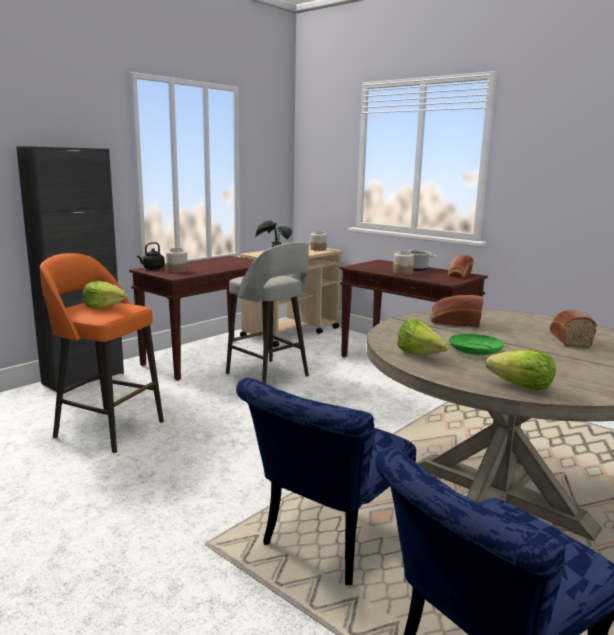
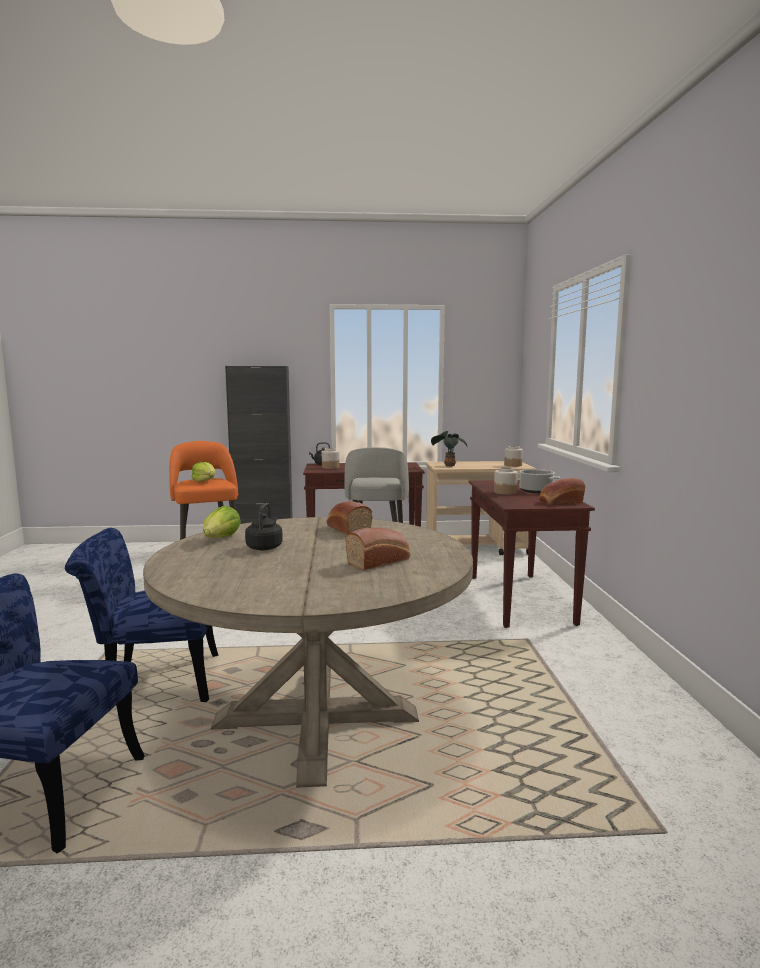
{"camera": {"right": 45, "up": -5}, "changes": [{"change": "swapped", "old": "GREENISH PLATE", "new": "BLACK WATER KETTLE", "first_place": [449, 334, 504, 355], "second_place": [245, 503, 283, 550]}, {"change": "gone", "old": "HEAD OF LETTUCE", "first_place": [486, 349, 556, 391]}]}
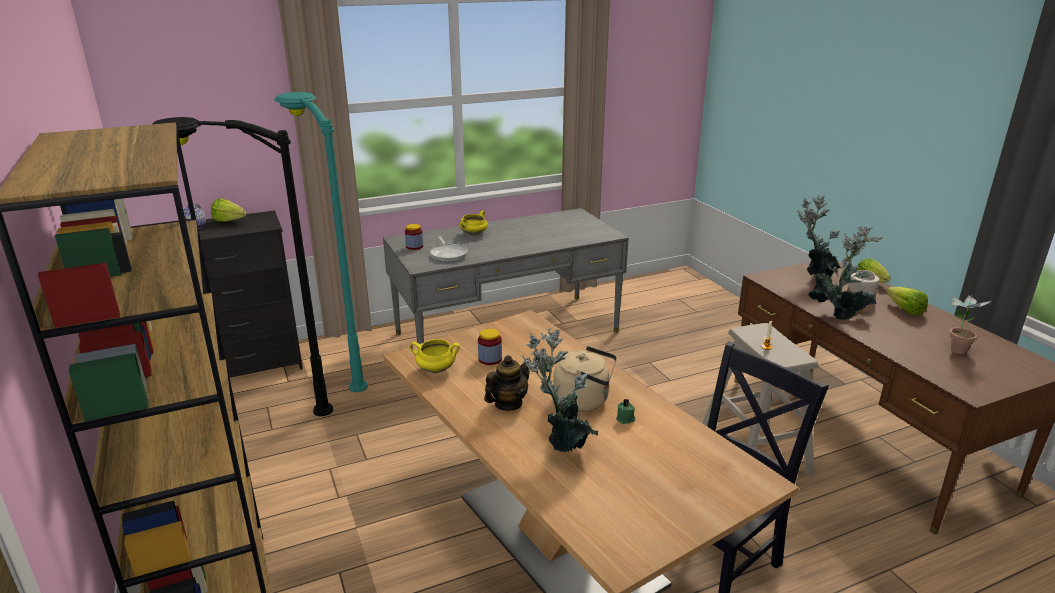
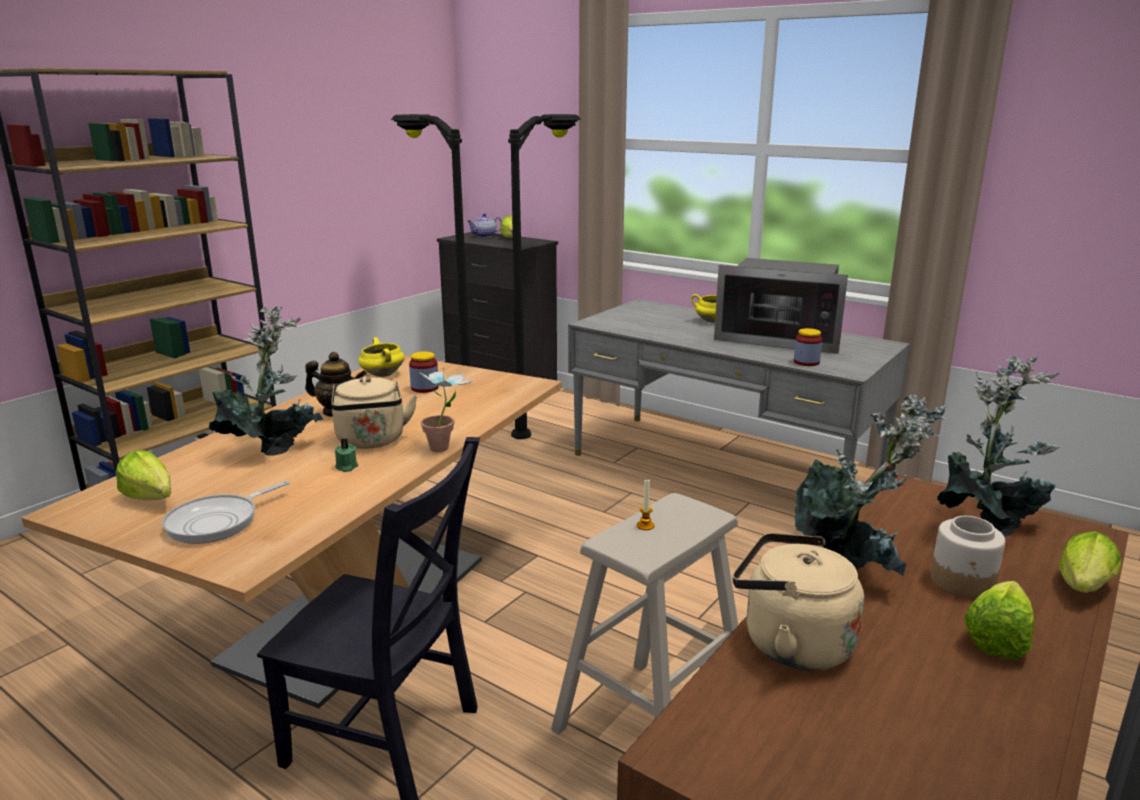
{"camera": {"right": 60, "up": -5}, "changes": [{"change": "repainted", "old": "TURQUOISE FLOOR LAMP", "new": "BLACK FLOOR LAMP", "first_place": [274, 92, 368, 392], "second_place": [508, 114, 581, 439]}, {"change": "shifted", "old": "PRESERVE JAR", "first_place": [405, 224, 423, 250], "second_place": [794, 328, 822, 366]}, {"change": "shifted", "old": "SKILLET", "first_place": [430, 236, 468, 262], "second_place": [162, 481, 290, 544]}, {"change": "shifted", "old": "HOUSEPLANT", "first_place": [950, 295, 991, 354], "second_place": [419, 367, 473, 452]}, {"change": "new", "new": "HEAD OF LETTUCE", "second_place": [115, 450, 171, 500]}, {"change": "new", "new": "MICROWAVE", "second_place": [714, 258, 848, 354]}, {"change": "new", "new": "BEIGE WATER KETTLE", "second_place": [732, 533, 864, 671]}]}
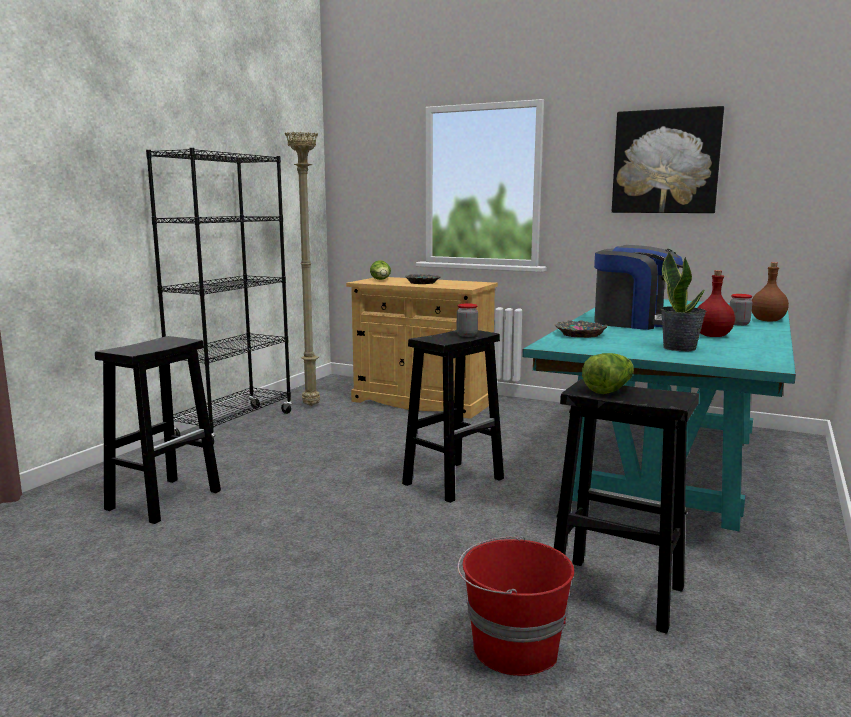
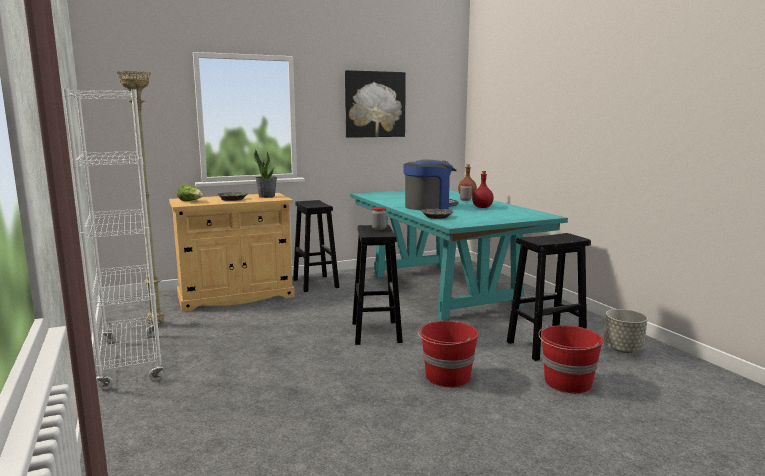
{"camera": {"right": -50, "up": 0}, "changes": [{"change": "shifted", "old": "BLACK SITTING STOOL", "first_place": [95, 336, 221, 524], "second_place": [293, 200, 339, 292]}, {"change": "repainted", "old": "BLACK BOOKSHELF", "new": "WHITISH BOOKSHELF", "first_place": [146, 148, 292, 445], "second_place": [63, 88, 164, 389]}, {"change": "gone", "old": "HEAD OF LETTUCE", "first_place": [582, 353, 634, 394]}, {"change": "shifted", "old": "HOUSEPLANT", "first_place": [660, 252, 707, 351], "second_place": [254, 149, 277, 198]}, {"change": "new", "new": "RED WATER BUCKET", "second_place": [418, 321, 479, 387]}, {"change": "new", "new": "GRAY FLOWER POT", "second_place": [603, 309, 647, 353]}]}
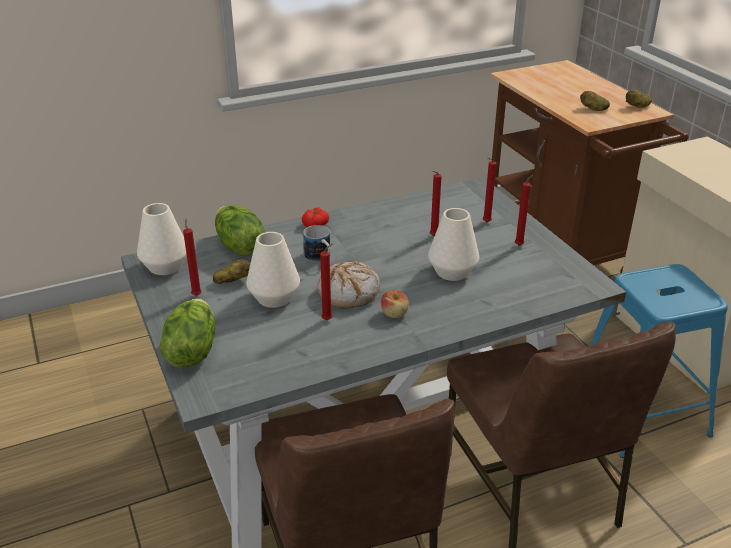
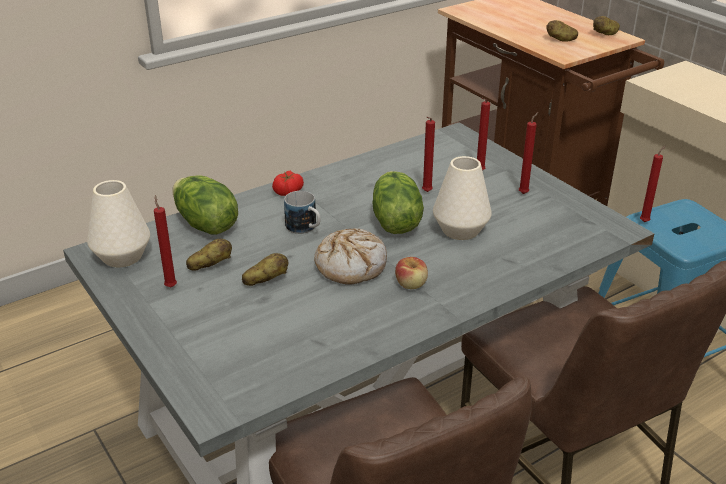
{"camera": {"right": -10, "up": 0}, "changes": [{"change": "shifted", "old": "HEAD OF LETTUCE", "first_place": [160, 299, 216, 367], "second_place": [372, 171, 424, 234]}, {"change": "swapped", "old": "WHITISH VASE", "new": "WHOLE POTATO", "first_place": [246, 232, 300, 308], "second_place": [242, 253, 288, 286]}, {"change": "shifted", "old": "RED WAX LIGHT", "first_place": [320, 243, 334, 320], "second_place": [640, 146, 666, 222]}]}
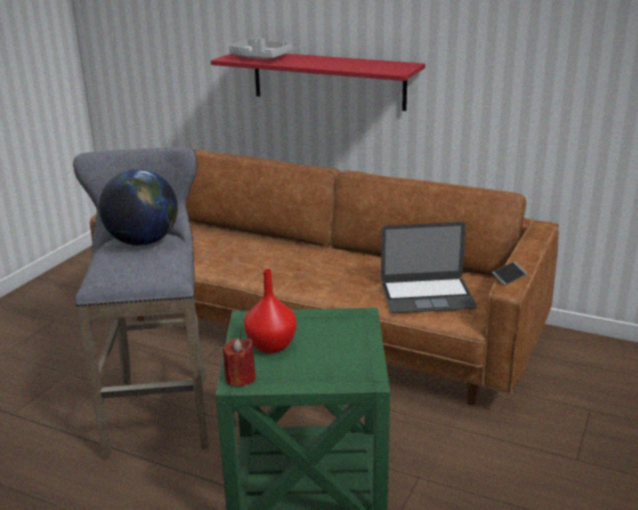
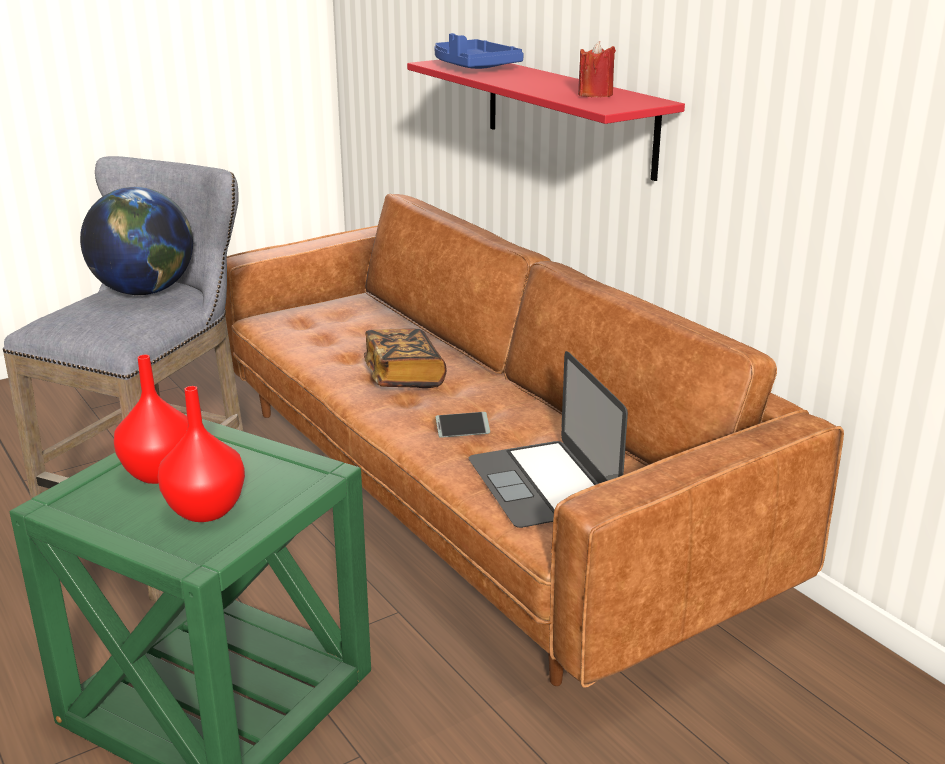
{"camera": {"right": 30, "up": 0}, "changes": [{"change": "shifted", "old": "RED WAX LIGHT", "first_place": [223, 338, 256, 386], "second_place": [578, 41, 616, 97]}, {"change": "repainted", "old": "GRAY CARRYING TRAY", "new": "BLUE CARRYING TRAY", "first_place": [229, 38, 293, 59], "second_place": [434, 33, 524, 69]}, {"change": "rotated", "old": "PORTABLE COMPUTER", "first_place": [381, 222, 477, 313], "second_place": [469, 351, 628, 528], "degrees": 45}, {"change": "shifted", "old": "PHONE", "first_place": [492, 261, 527, 285], "second_place": [436, 412, 490, 438]}, {"change": "new", "new": "RED VASE", "second_place": [158, 386, 245, 522]}, {"change": "new", "new": "BOOK", "second_place": [364, 328, 447, 388]}]}
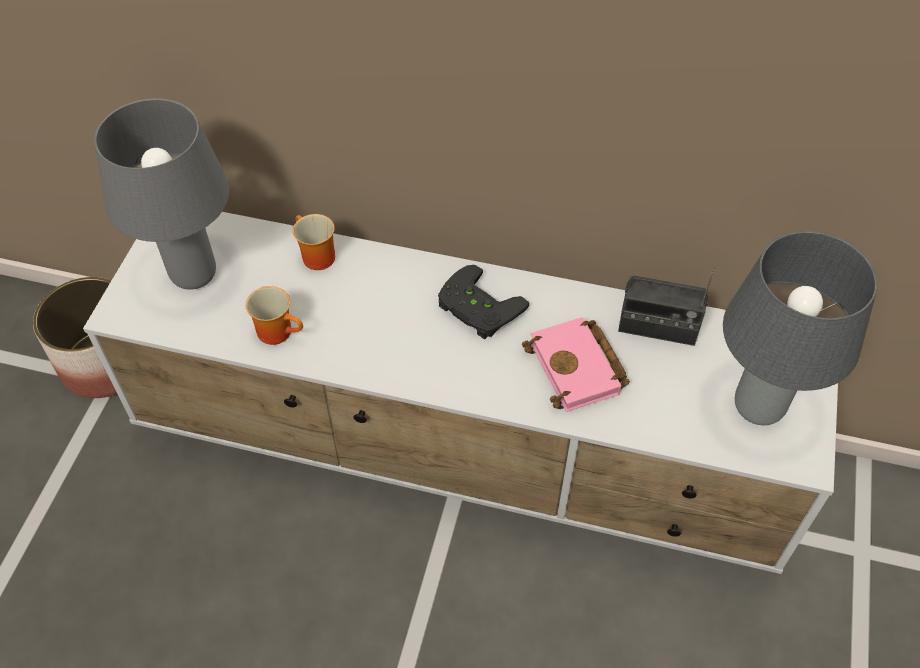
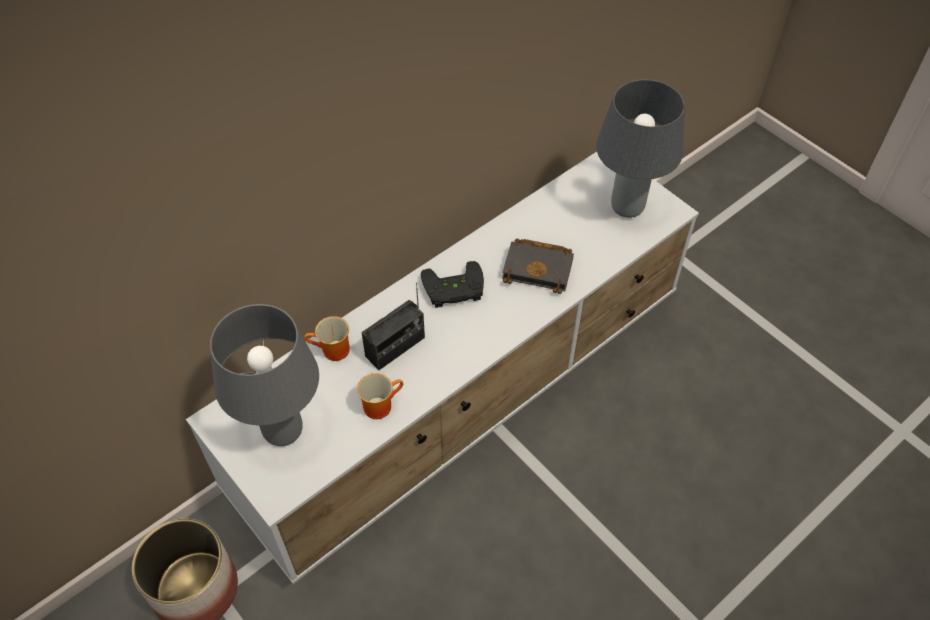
{"camera": {"right": -55, "up": 0}, "changes": [{"change": "repainted", "old": "PINK-COLOURED BOOK", "new": "BLACK BOOK", "first_place": [522, 317, 630, 412], "second_place": [502, 238, 574, 294]}, {"change": "shifted", "old": "RADIO SET", "first_place": [618, 266, 715, 346], "second_place": [362, 283, 425, 370]}]}
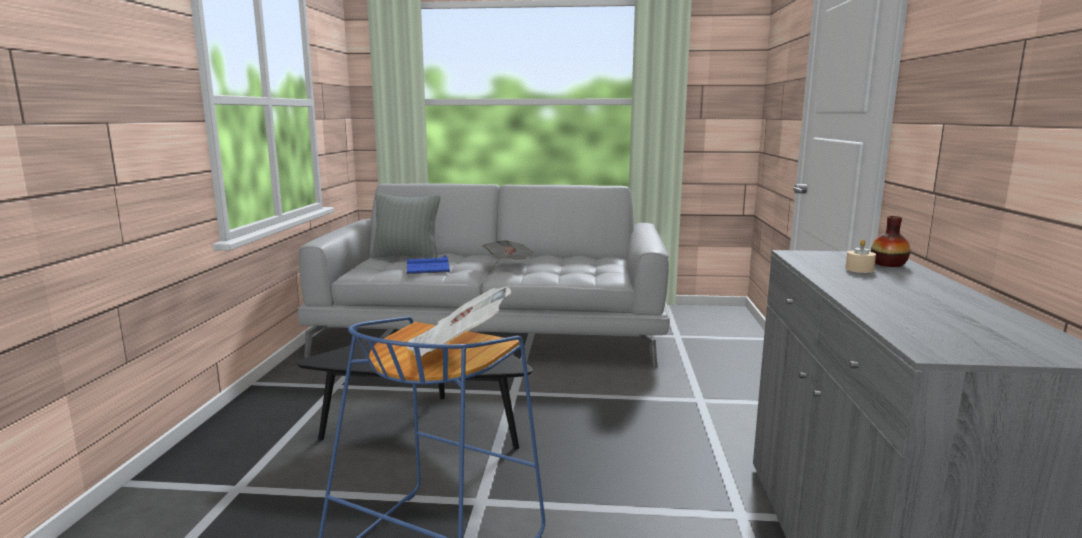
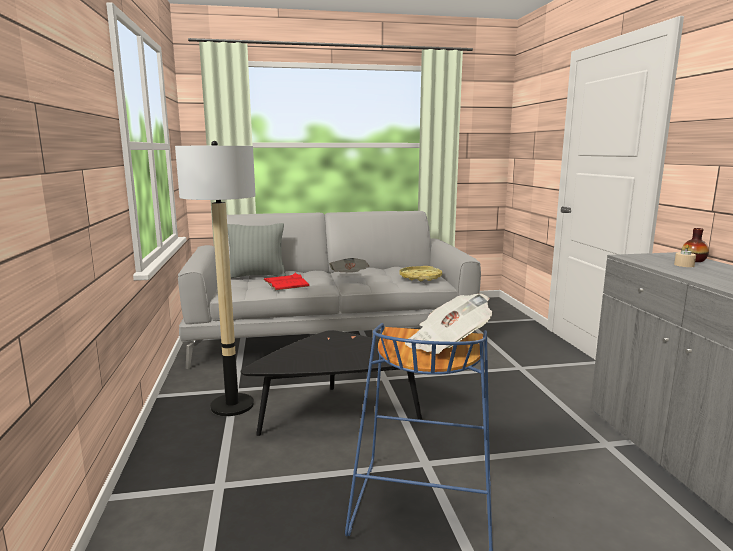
{"camera": {"right": -15, "up": 0}, "changes": [{"change": "repainted", "old": "BLUE BOOK", "new": "RED BOOK", "first_place": [406, 255, 450, 274], "second_place": [263, 273, 310, 290]}, {"change": "new", "new": "FLOOR LAMP", "second_place": [175, 141, 256, 416]}, {"change": "new", "new": "YELLOWISH CARRYING TRAY", "second_place": [400, 266, 442, 281]}]}
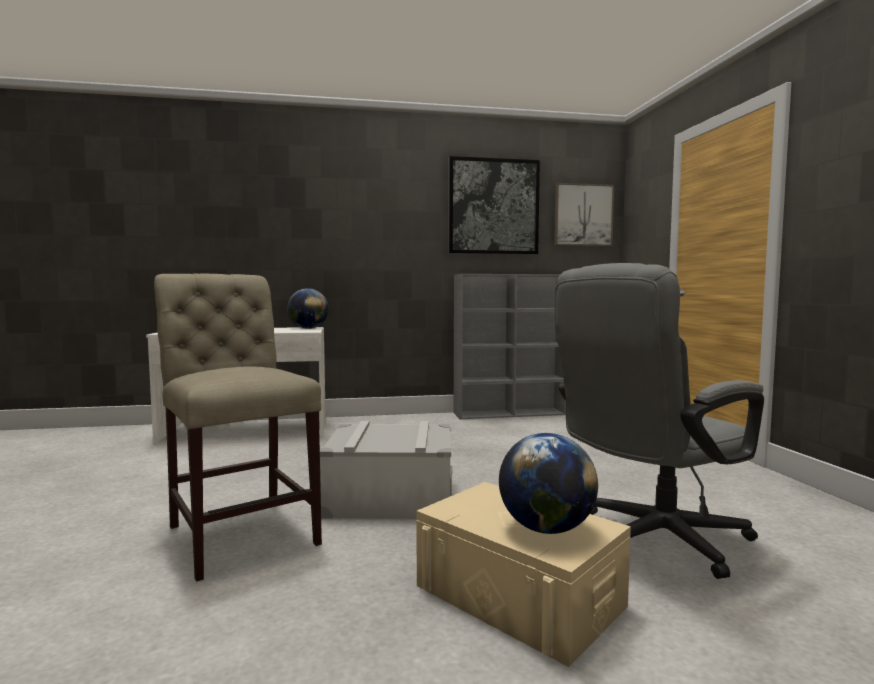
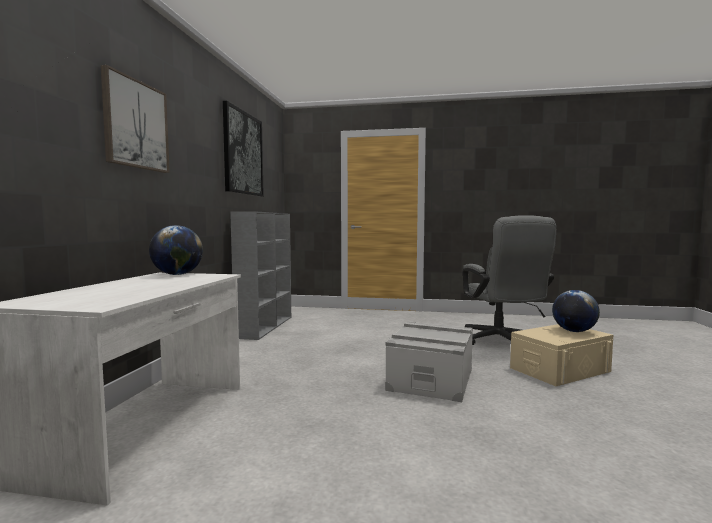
{"camera": {"right": -70, "up": 0}, "changes": [{"change": "gone", "old": "BEIGE UPRIGHT CHAIR", "first_place": [154, 273, 322, 581]}, {"change": "shifted", "old": "WALL ART", "first_place": [554, 183, 614, 246], "second_place": [101, 65, 170, 173]}]}
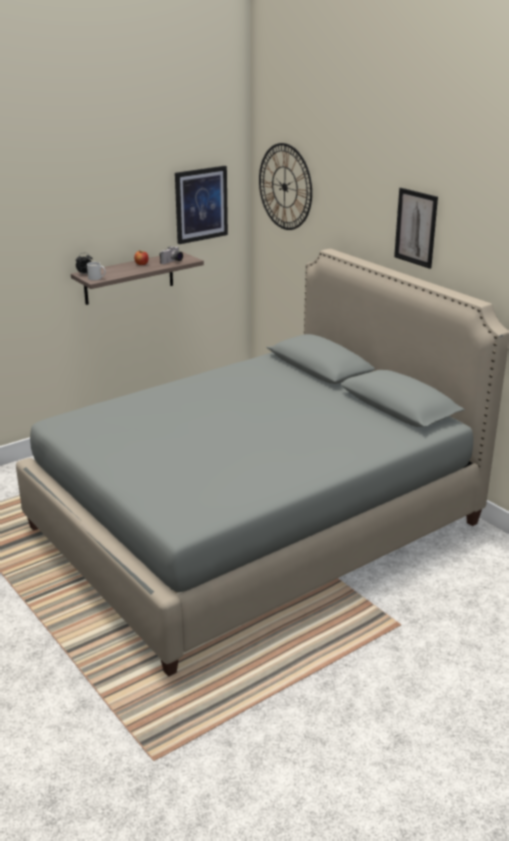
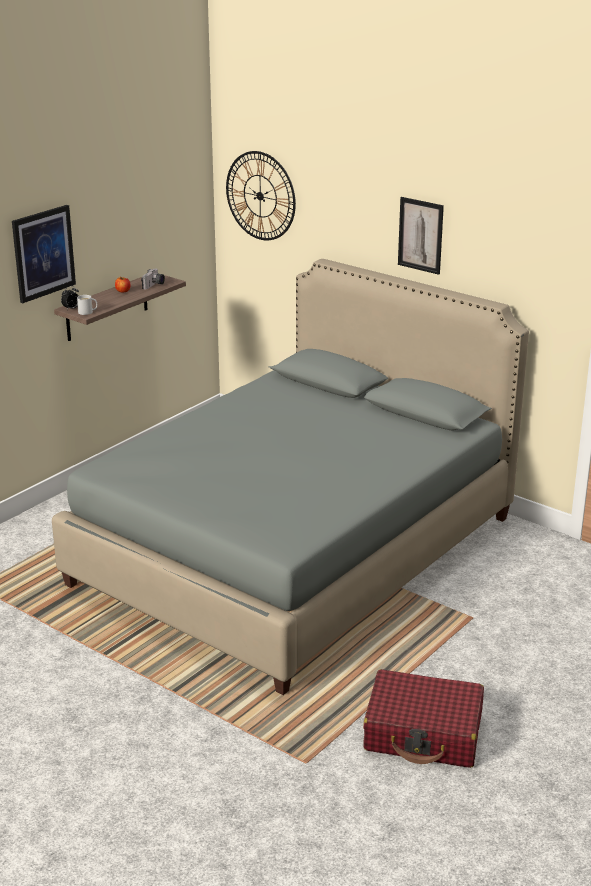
{"camera": {"right": -15, "up": 0}, "changes": [{"change": "shifted", "old": "WALL ART", "first_place": [175, 166, 228, 244], "second_place": [12, 205, 76, 303]}, {"change": "new", "new": "RED PIECE OF LUGGAGE", "second_place": [363, 669, 484, 768]}]}
